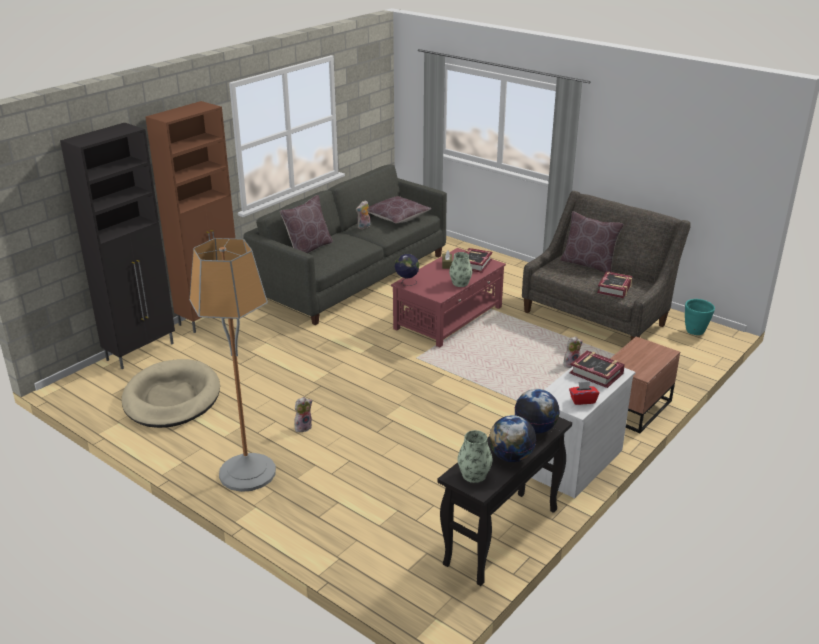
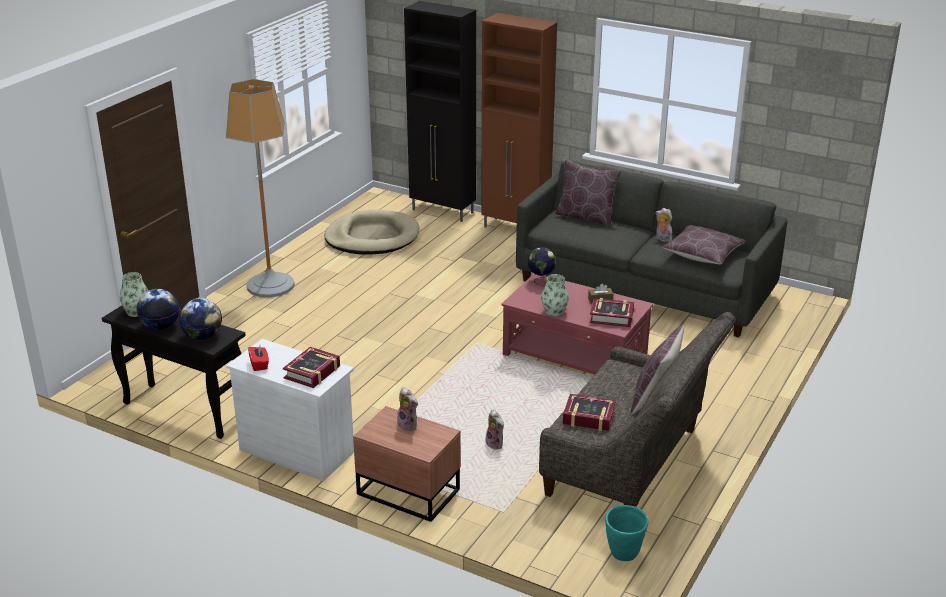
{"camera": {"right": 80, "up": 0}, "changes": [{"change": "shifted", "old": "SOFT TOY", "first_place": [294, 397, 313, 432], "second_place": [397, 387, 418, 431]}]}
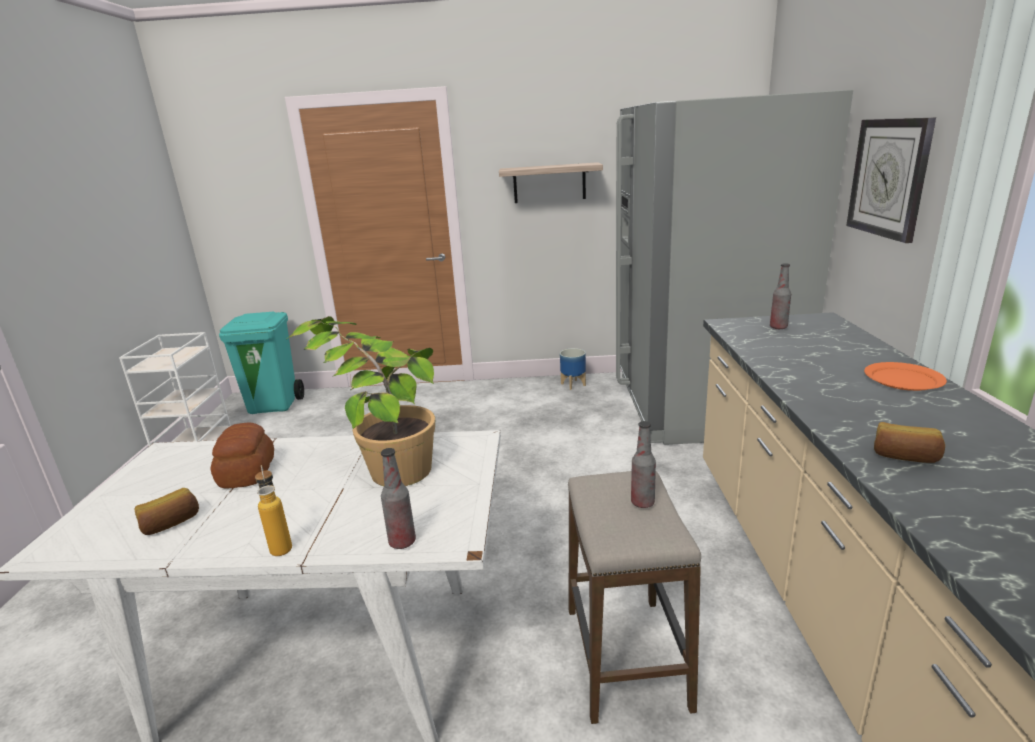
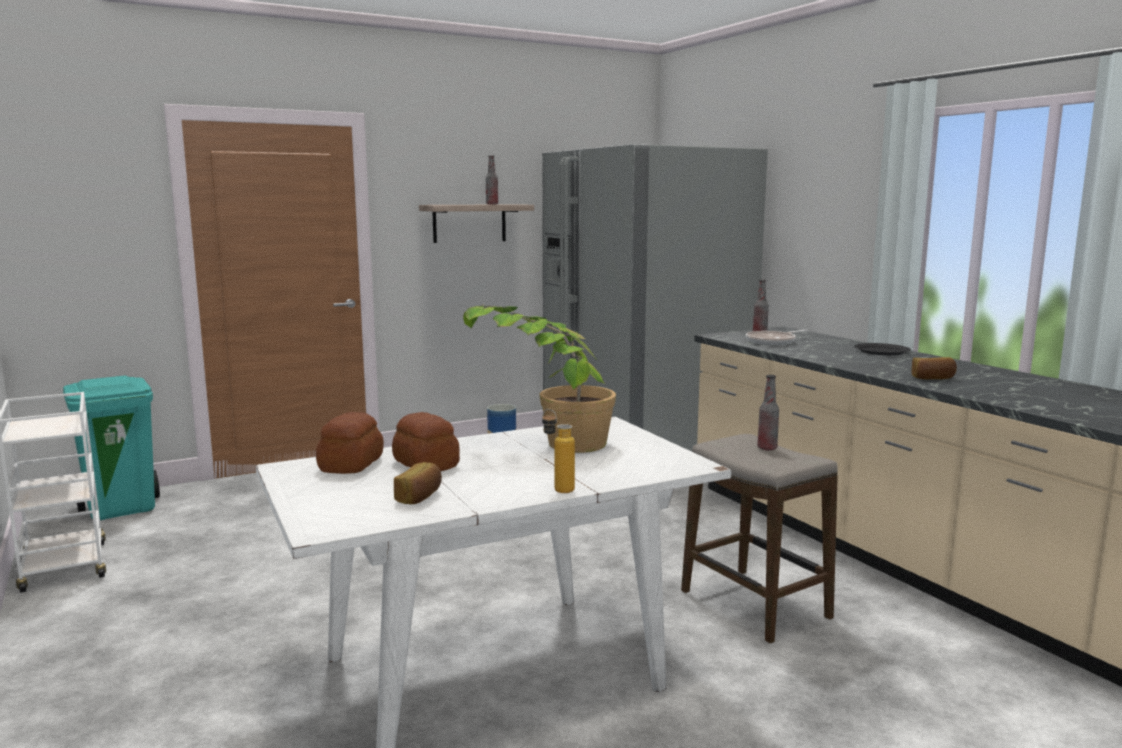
{"camera": {"right": -30, "up": -10}, "changes": [{"change": "shifted", "old": "DRINK BOTTLE", "first_place": [381, 448, 416, 549], "second_place": [486, 156, 498, 205]}, {"change": "gone", "old": "HANGING CLOCK", "first_place": [846, 118, 936, 243]}, {"change": "repainted", "old": "ORANGEY PLATE", "new": "BLACK PLATE", "first_place": [864, 362, 947, 391], "second_place": [854, 343, 911, 355]}, {"change": "new", "new": "BREAD", "second_place": [316, 412, 384, 474]}, {"change": "new", "new": "SKILLET", "second_place": [746, 330, 808, 345]}]}
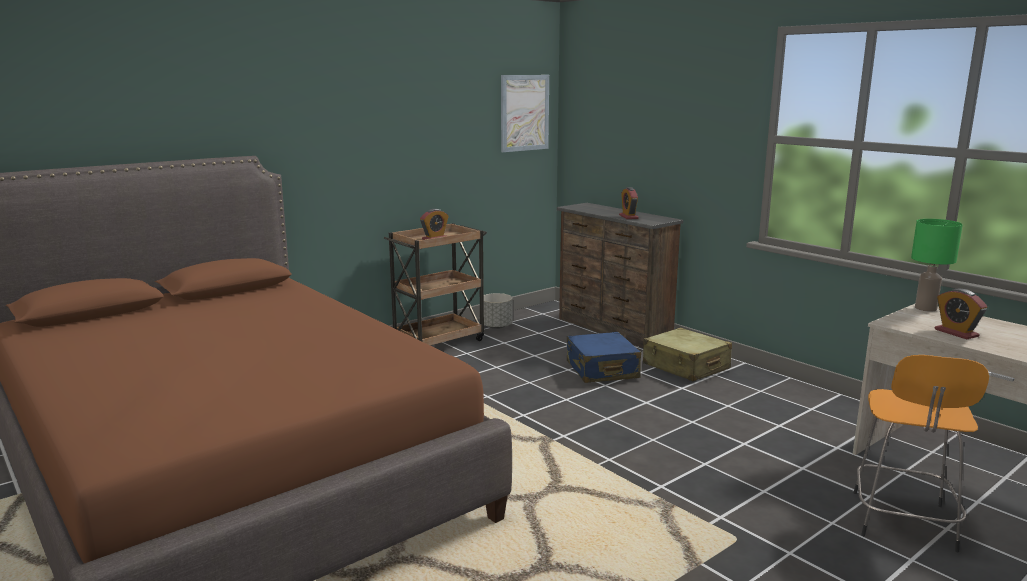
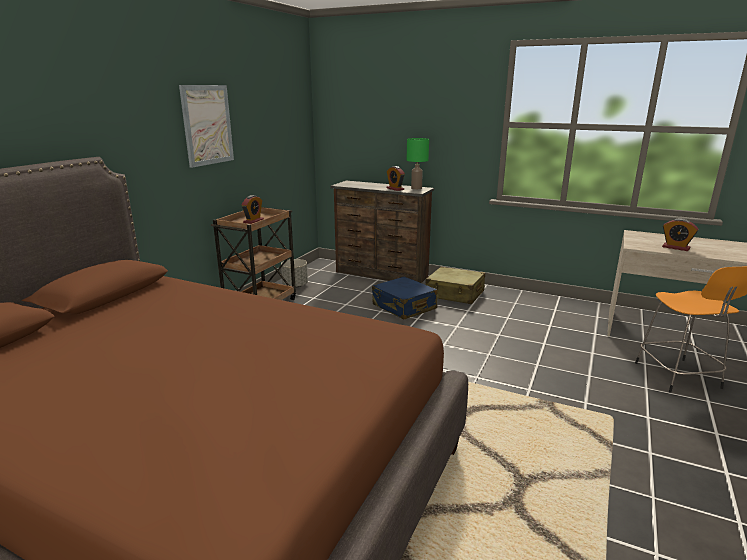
{"camera": {"right": -25, "up": 5}, "changes": [{"change": "shifted", "old": "WALL ART", "first_place": [501, 75, 549, 152], "second_place": [179, 85, 234, 168]}, {"change": "shifted", "old": "GREENISH TABLE LAMP", "first_place": [911, 219, 963, 312], "second_place": [406, 138, 429, 190]}]}
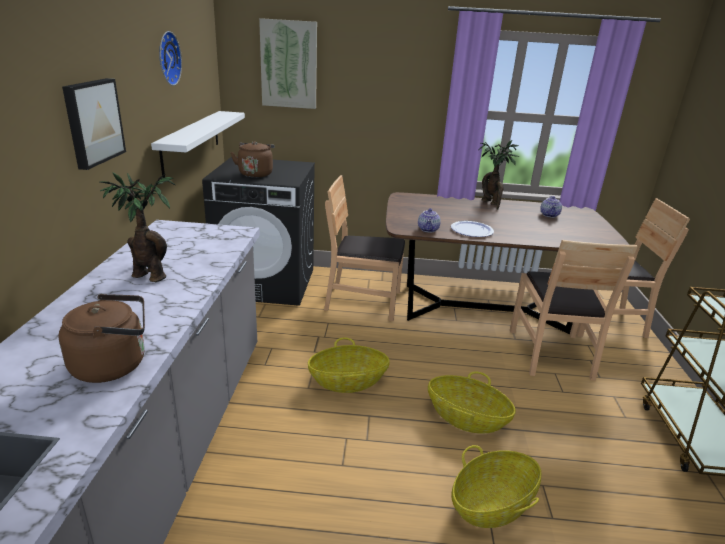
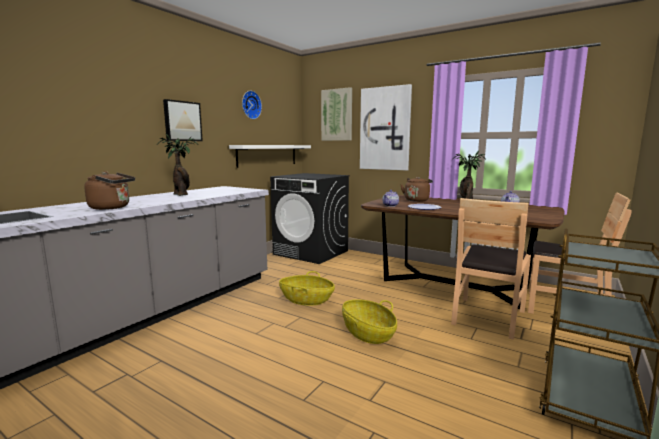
{"camera": {"right": 30, "up": -15}, "changes": [{"change": "shifted", "old": "BROWNISH WATER KETTLE", "first_place": [230, 141, 275, 178], "second_place": [400, 177, 433, 202]}, {"change": "gone", "old": "BROWNISH UPRIGHT CHAIR", "first_place": [324, 175, 405, 321]}, {"change": "gone", "old": "STORAGE BASKET", "first_place": [452, 445, 541, 528]}, {"change": "new", "new": "WALL ART", "second_place": [360, 84, 412, 170]}]}
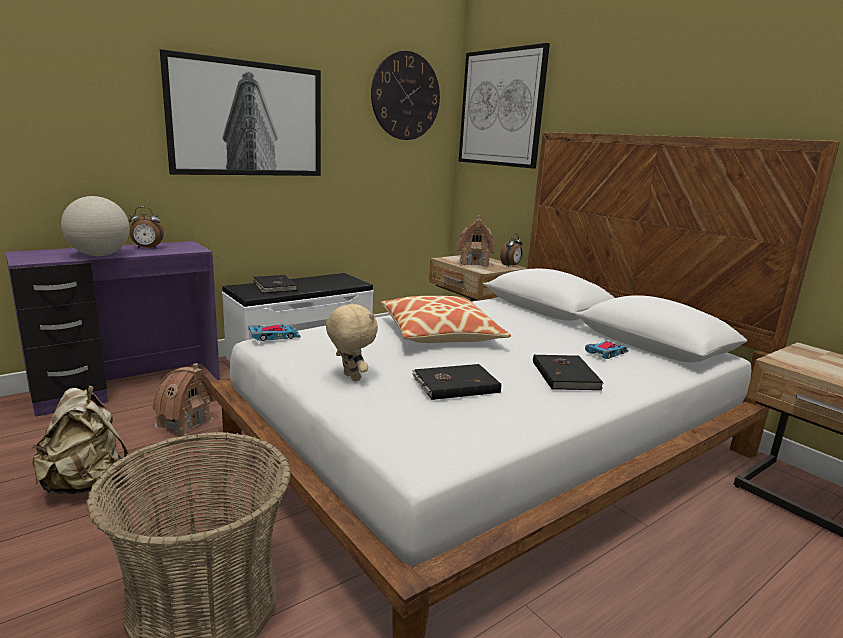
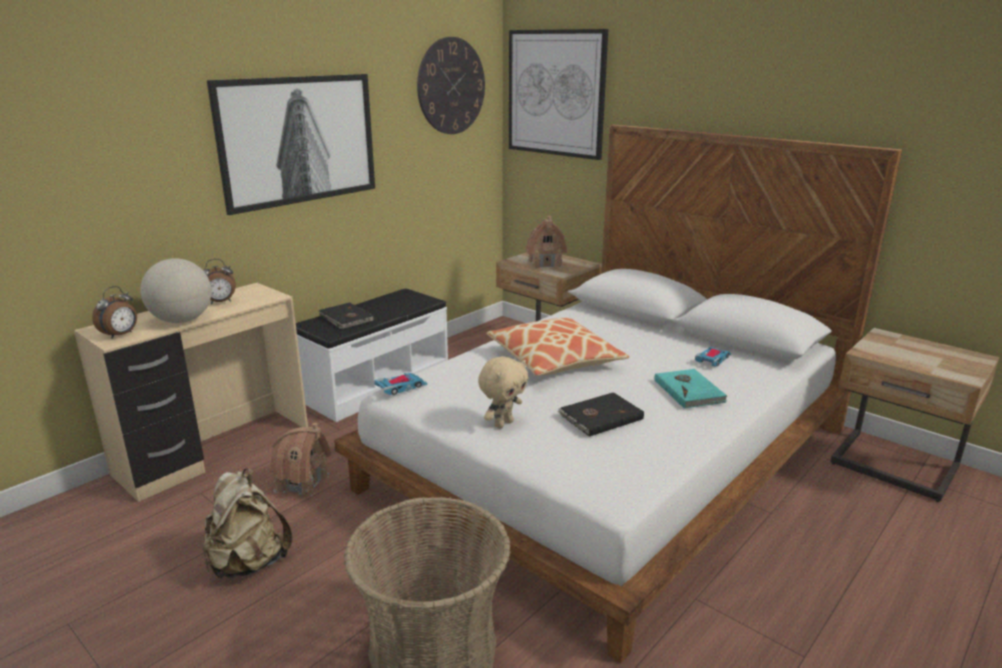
{"camera": {"right": -10, "up": 5}, "changes": [{"change": "repainted", "old": "PURPLE DESK", "new": "BEIGE DESK", "first_place": [5, 241, 220, 417], "second_place": [74, 283, 308, 502]}, {"change": "rotated", "old": "BEIGE SOFT TOY", "first_place": [326, 303, 378, 381], "second_place": [478, 356, 528, 429], "degrees": 90}, {"change": "shifted", "old": "BEDSIDE CLOCK", "first_place": [500, 234, 523, 267], "second_place": [92, 286, 137, 339]}, {"change": "repainted", "old": "BLACK BOOK", "new": "TURQUOISE BOOK", "first_place": [533, 354, 604, 390], "second_place": [655, 369, 728, 409]}]}
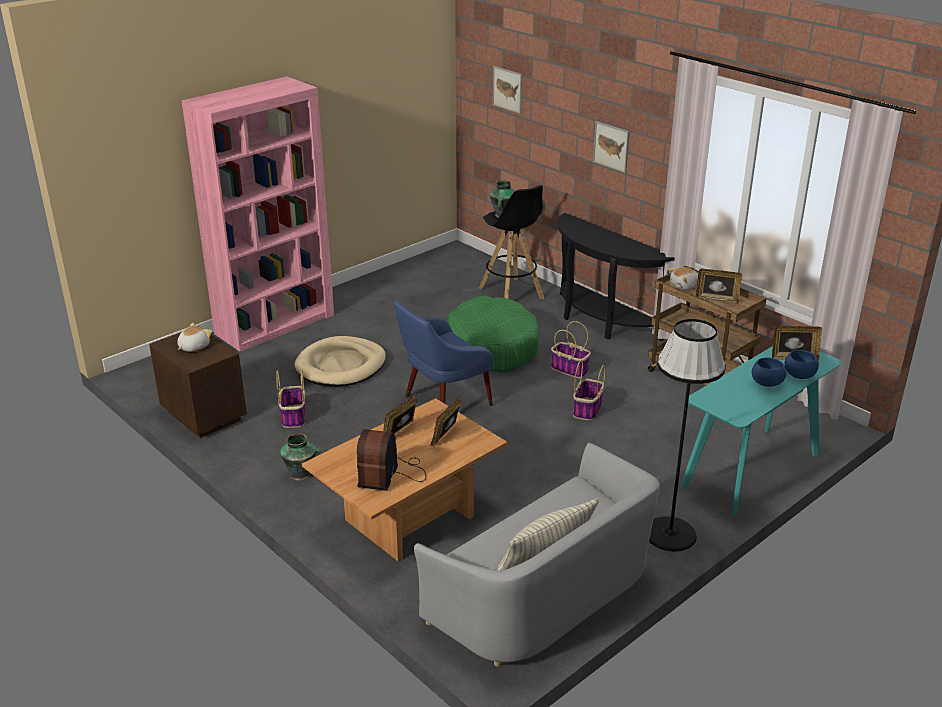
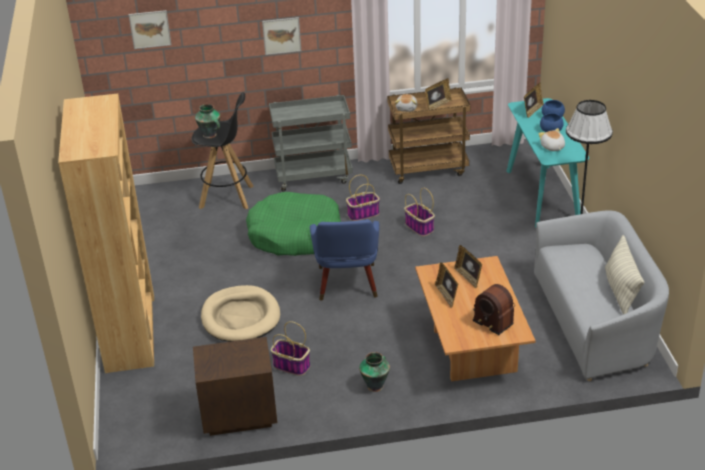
{"camera": {"right": -55, "up": 5}, "changes": [{"change": "shifted", "old": "SOFT TOY", "first_place": [177, 323, 212, 352], "second_place": [539, 128, 565, 151]}, {"change": "repainted", "old": "PINK-COLOURED BOOKSHELF", "new": "BROWNISH BOOKSHELF", "first_place": [182, 77, 334, 352], "second_place": [58, 94, 154, 373]}, {"change": "swapped", "old": "BLACK CONSOLE TABLE", "new": "GRAY TROLLEY", "first_place": [557, 213, 675, 341], "second_place": [269, 95, 353, 191]}]}
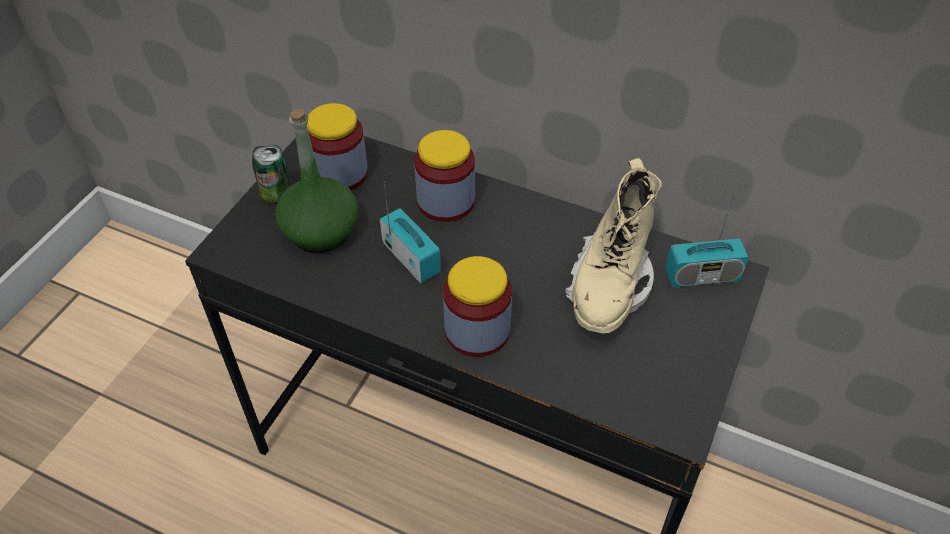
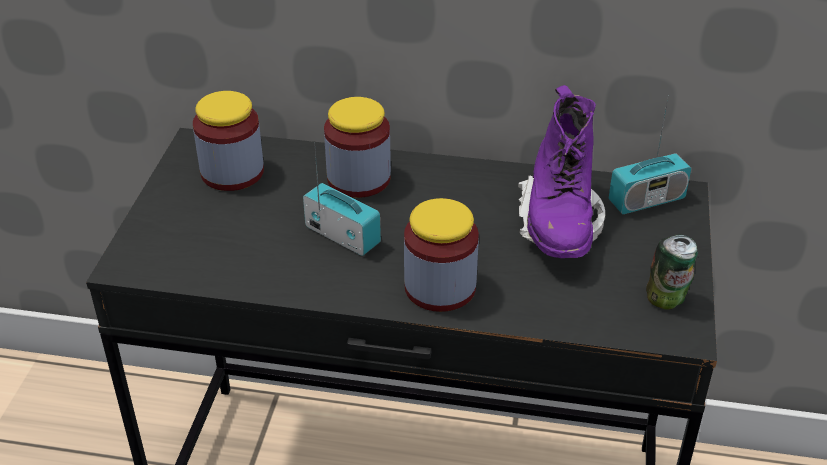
{"camera": {"right": -15, "up": -10}, "changes": [{"change": "shifted", "old": "SEALED CAN", "first_place": [252, 145, 288, 203], "second_place": [646, 235, 698, 310]}, {"change": "gone", "old": "GREENISH DRINK BOTTLE", "first_place": [276, 109, 358, 253]}, {"change": "repainted", "old": "BEIGE HIGH-TOP BOOT", "new": "PURPLE HIGH-TOP BOOT", "first_place": [565, 158, 662, 334], "second_place": [518, 85, 605, 258]}]}
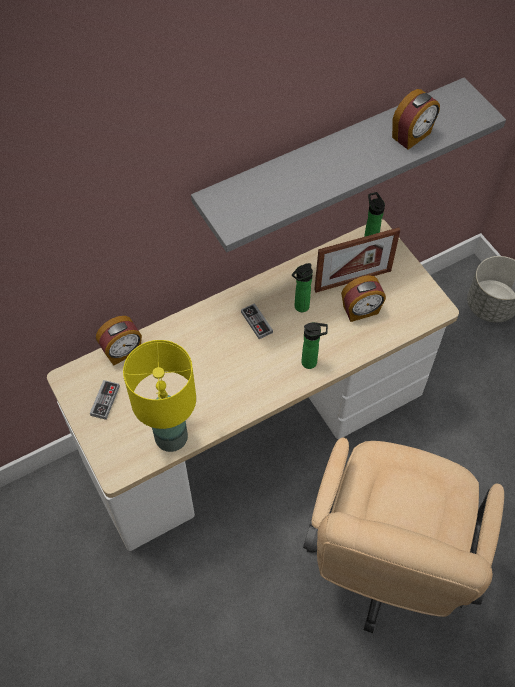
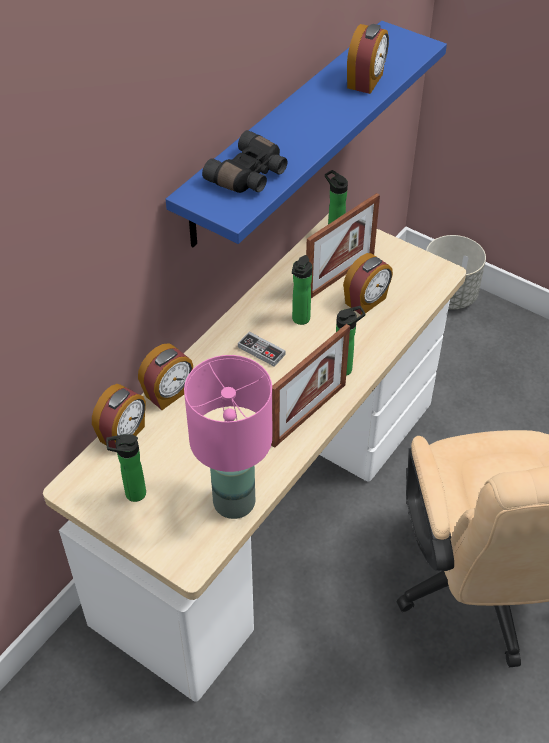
{"camera": {"right": -25, "up": -10}, "changes": [{"change": "swapped", "old": "GAME CONTROLLER", "new": "DRINK BOTTLE", "first_place": [90, 380, 120, 420], "second_place": [106, 434, 146, 502]}, {"change": "repainted", "old": "YELLOWISH TABLE LAMP", "new": "PINK-COLOURED TABLE LAMP", "first_place": [123, 340, 196, 452], "second_place": [184, 355, 272, 519]}, {"change": "repainted", "old": "GRAY WALL SHELF", "new": "BLUE WALL SHELF", "first_place": [191, 77, 506, 252], "second_place": [165, 21, 447, 247]}, {"change": "new", "new": "BEDSIDE CLOCK", "second_place": [138, 343, 193, 410]}, {"change": "new", "new": "BLACK FIELD GLASSES", "second_place": [202, 130, 287, 193]}, {"change": "new", "new": "PHOTO FRAME", "second_place": [271, 324, 350, 448]}]}
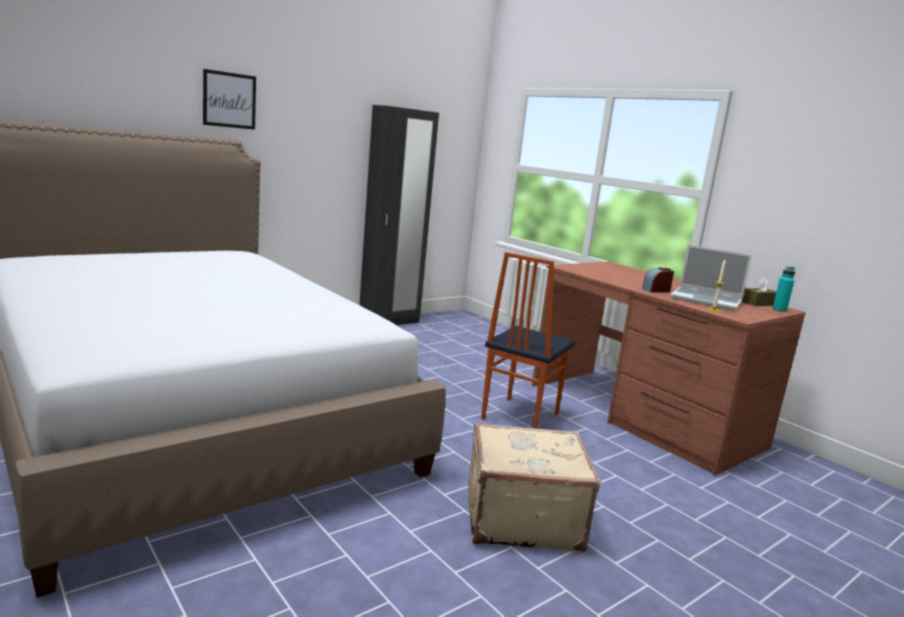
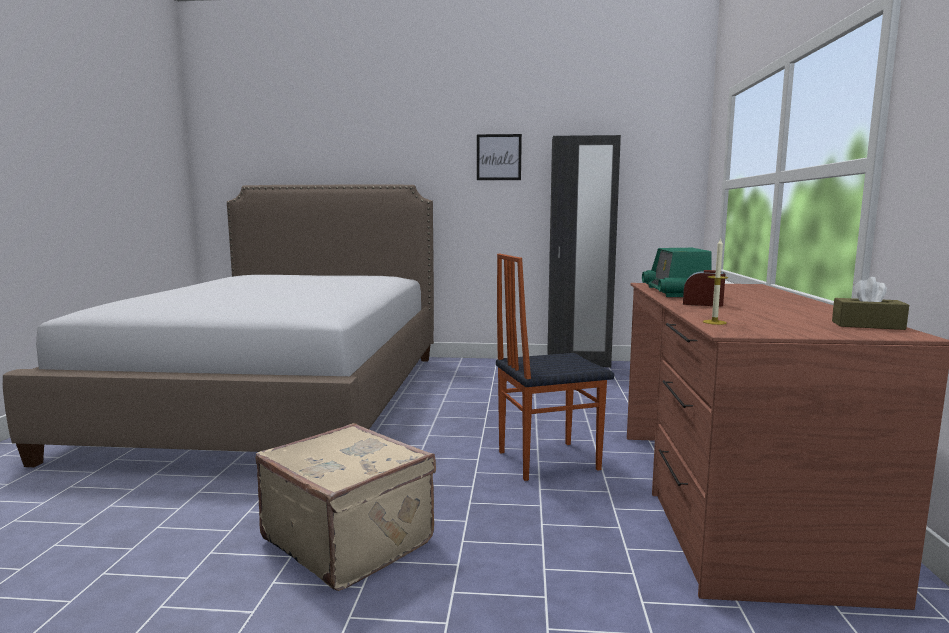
{"camera": {"right": 45, "up": -5}, "changes": [{"change": "shifted", "old": "WALL ART", "first_place": [203, 69, 256, 130], "second_place": [477, 134, 522, 180]}, {"change": "gone", "old": "PORTABLE COMPUTER", "first_place": [670, 245, 752, 311]}, {"change": "gone", "old": "TURQUOISE DRINK BOTTLE", "first_place": [772, 266, 795, 312]}, {"change": "new", "new": "RADIO SET", "second_place": [642, 248, 712, 297]}]}
